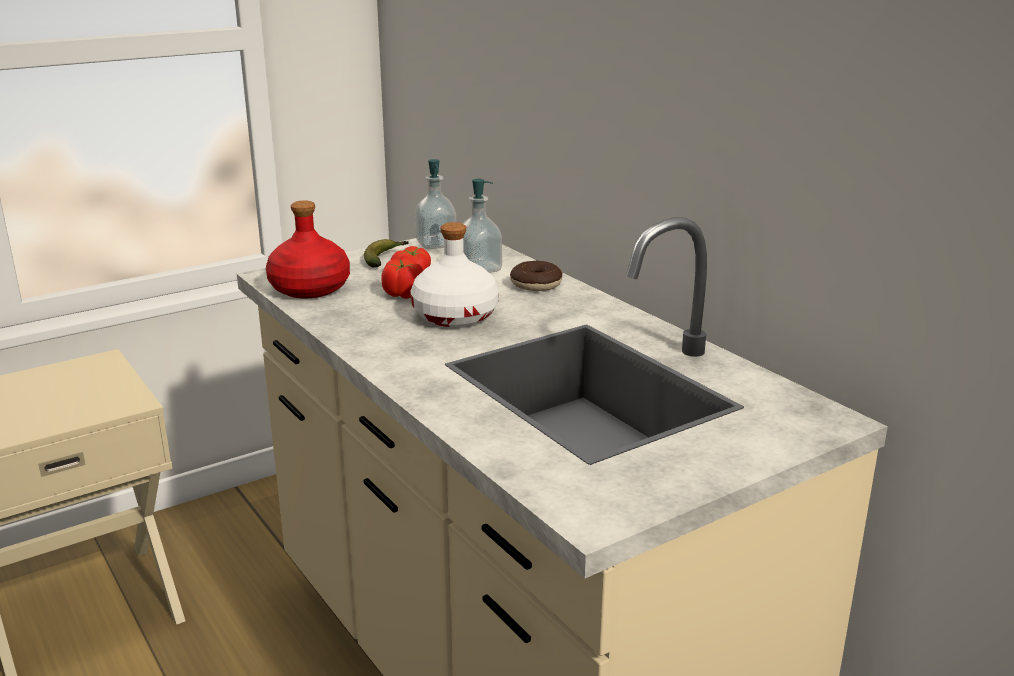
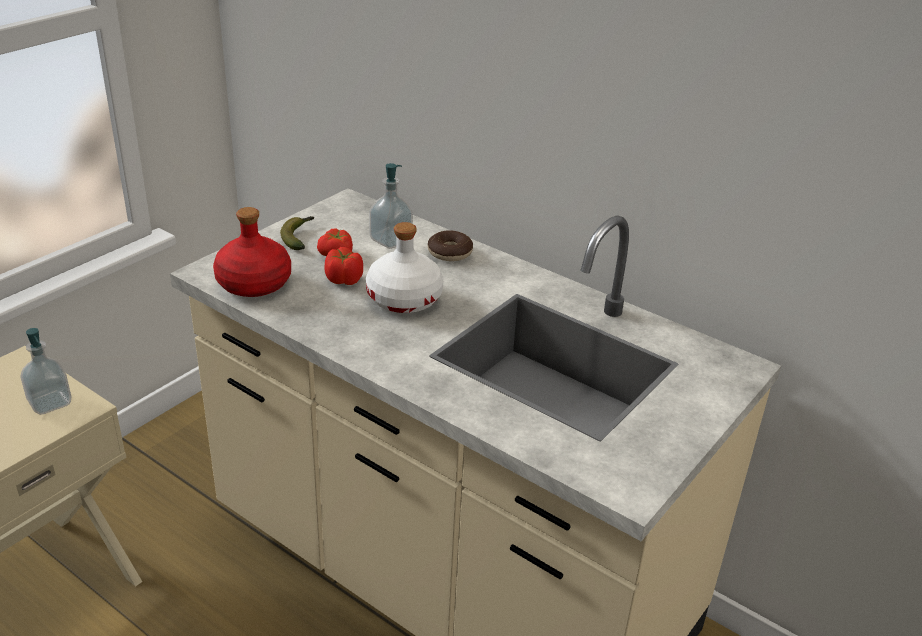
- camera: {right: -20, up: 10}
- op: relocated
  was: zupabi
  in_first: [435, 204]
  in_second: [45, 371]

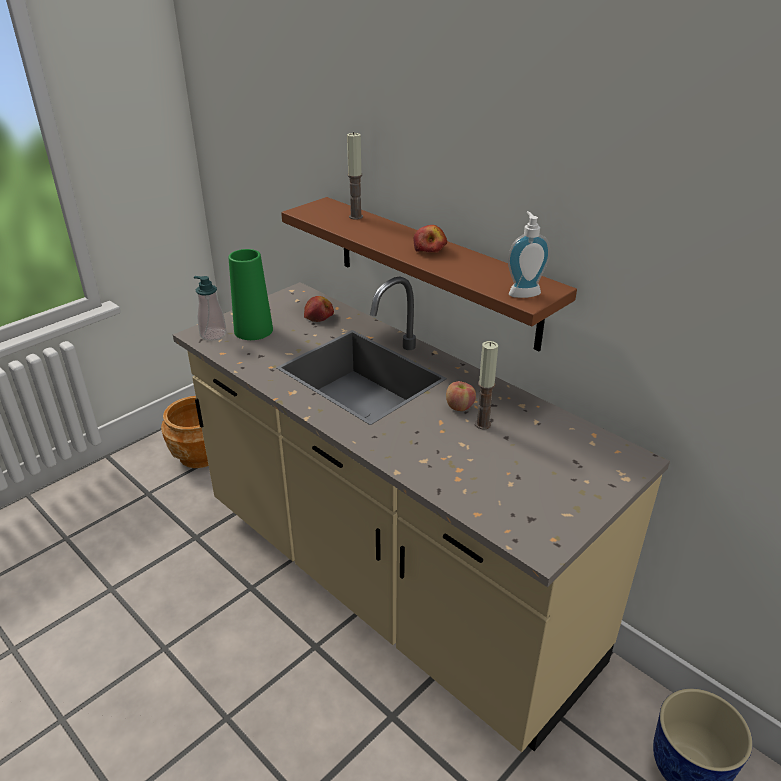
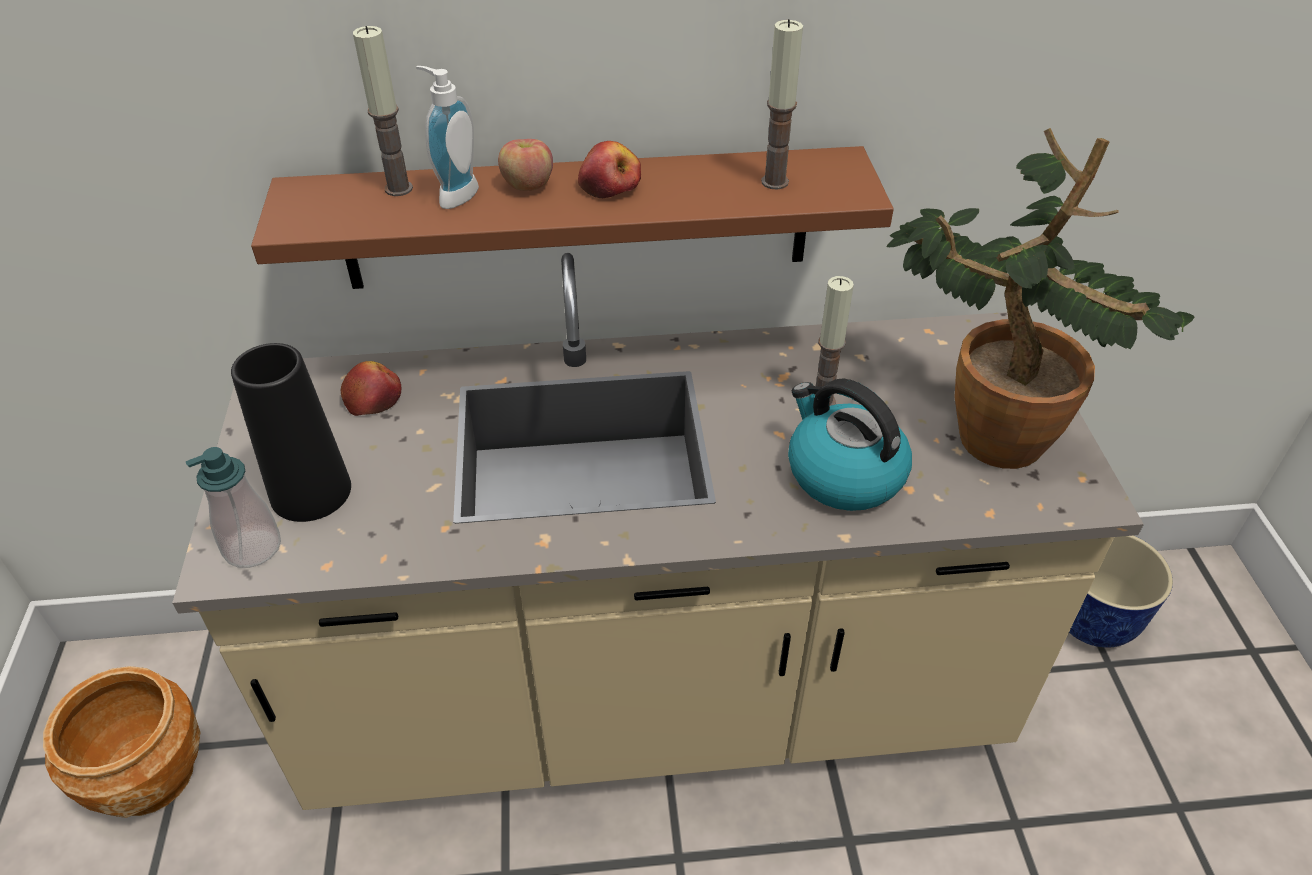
- camera: {right: -50, up: 10}
- op: colour
  was: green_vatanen
  now: black_vatanen
  in_first: [250, 294]
  in_second: [291, 432]
- op: relocated
  was: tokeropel
  in_first: [461, 396]
  in_second: [525, 165]
- op: relocated
  was: zupabi
  in_first: [529, 254]
  in_second: [447, 137]
- op: appeared
  now: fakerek
  in_second: [782, 104]
- op: appeared
  now: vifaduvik
  in_second: [850, 444]
- op: appeared
  now: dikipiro
  in_second: [1040, 298]

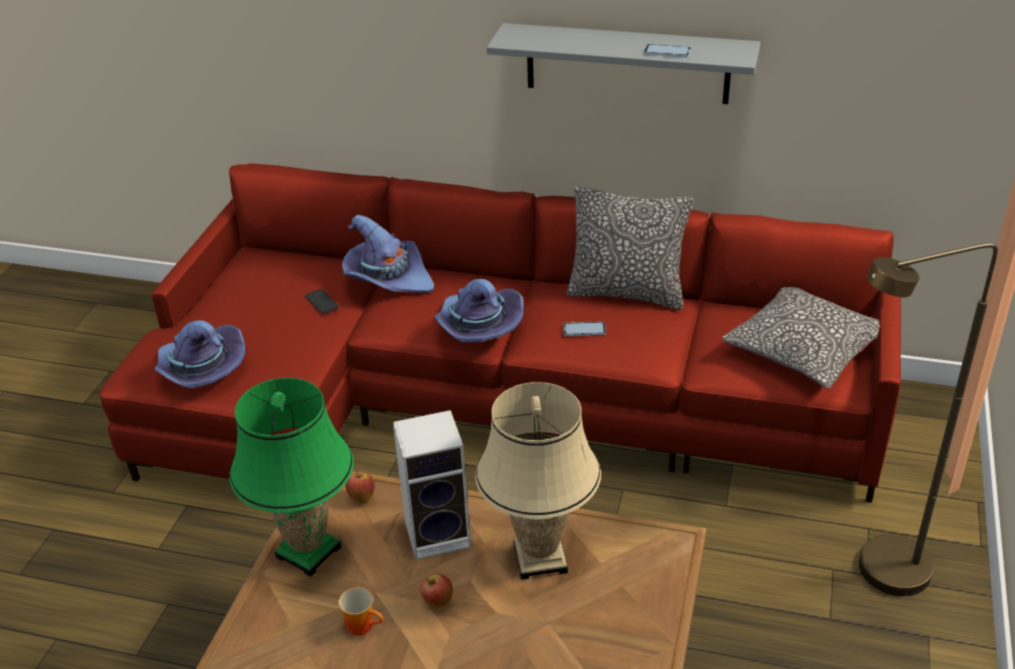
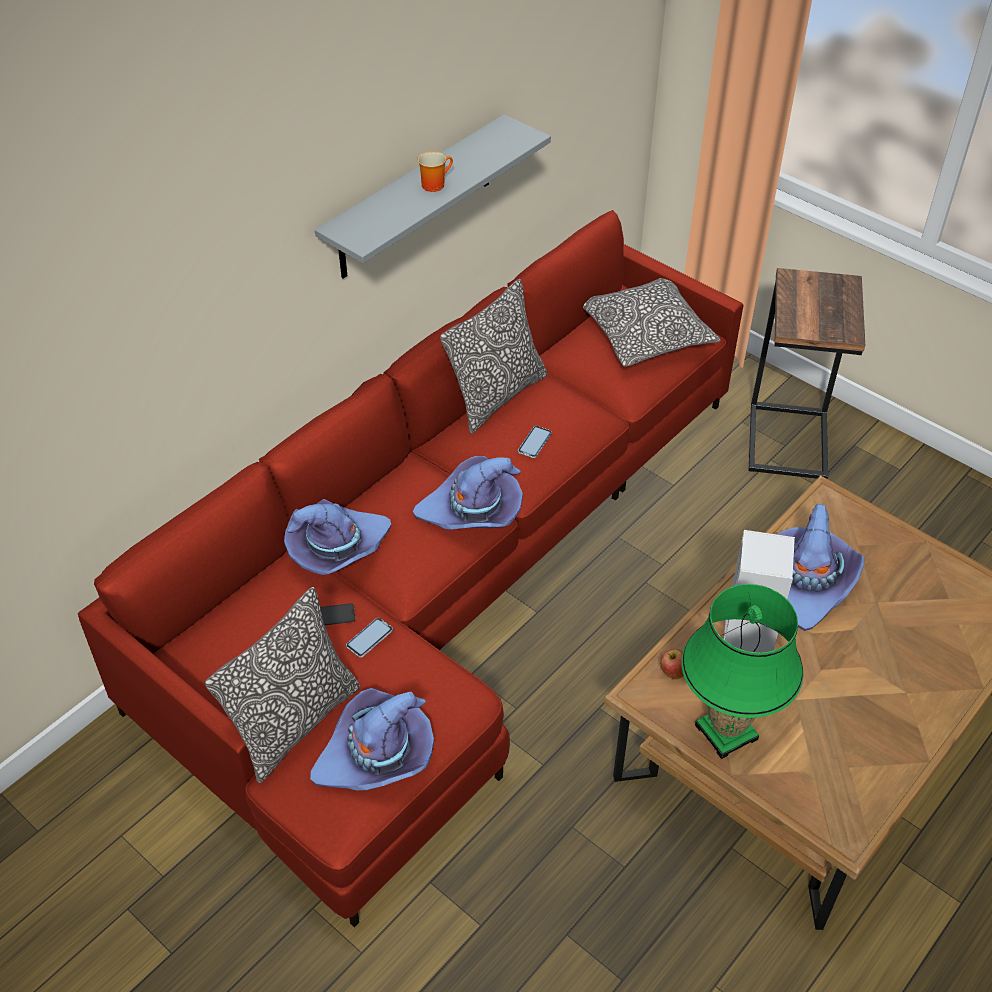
- camera: {right: -65, up: 10}
- op: relocated
  was: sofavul
  in_first: [360, 611]
  in_second: [435, 171]
- op: missing
  was: tokeropel
  in_first: [436, 590]
- op: exchanged
  was: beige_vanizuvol
  now: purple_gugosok
  in_first: [538, 481]
  in_second: [820, 567]
- op: relocated
  was: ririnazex
  in_first: [667, 50]
  in_second: [369, 637]
- op: exchanged
  was: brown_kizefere
  now: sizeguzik
  in_first: [928, 419]
  in_second: [807, 373]
- op: appeared
  now: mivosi
  in_second: [282, 685]

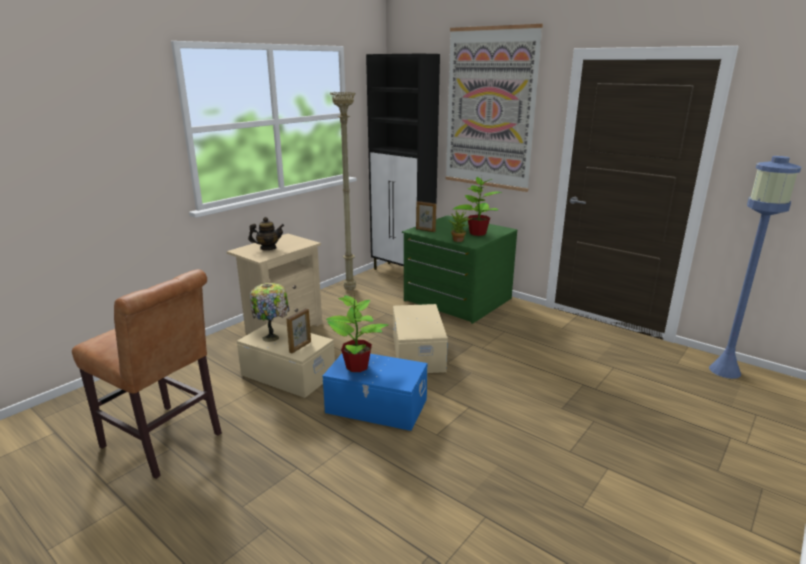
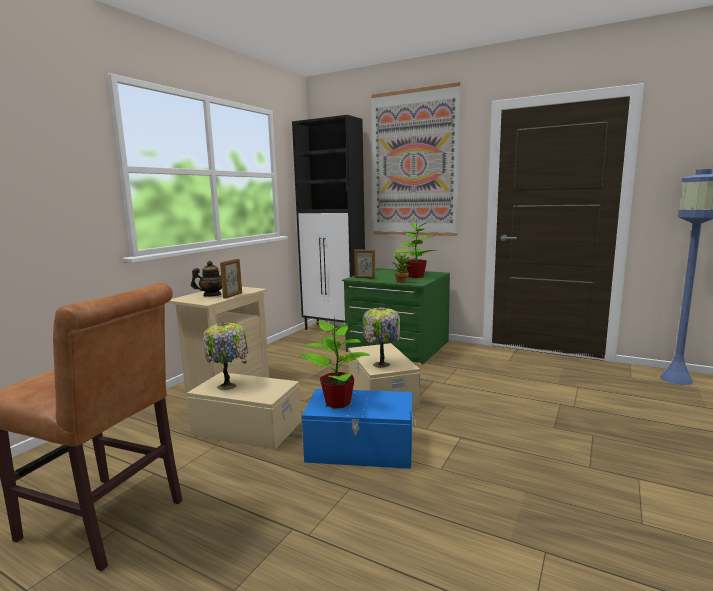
- camera: {right: -10, up: -10}
- op: relocated
  was: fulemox
  in_first: [298, 330]
  in_second: [231, 278]
- op: missing
  was: beige_kizefere
  in_first: [343, 191]
- op: appeared
  now: vanizuvol
  in_second: [381, 337]

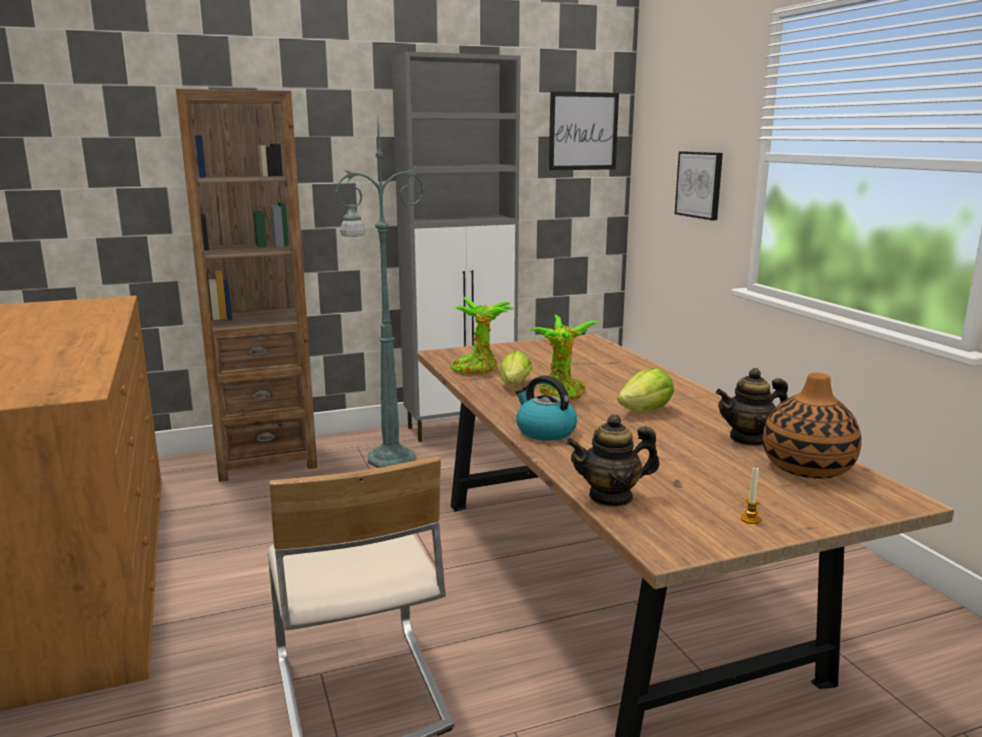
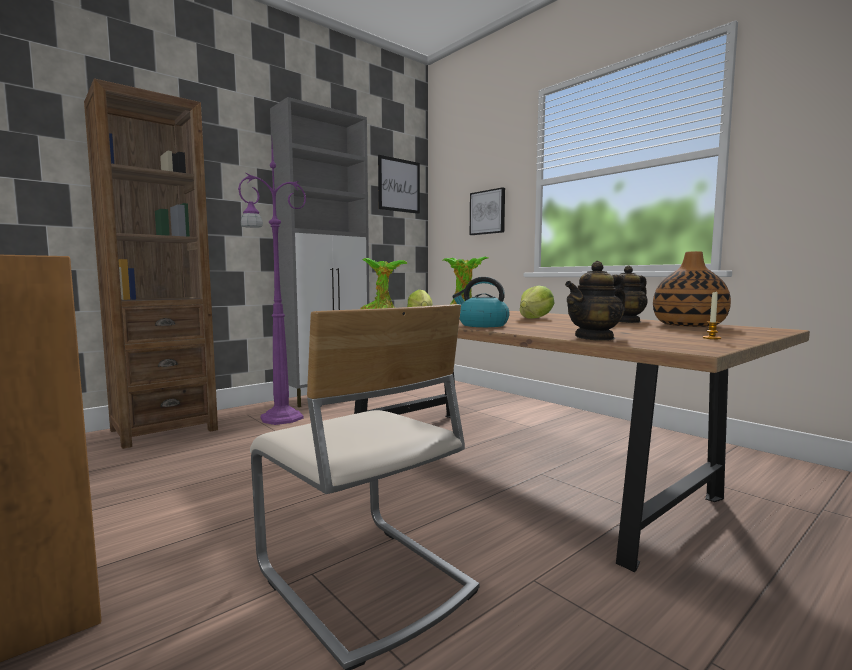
- camera: {right: -20, up: -10}
- op: colour
  was: green_kizefere
  now: purple_kizefere
  in_first: [379, 295]
  in_second: [272, 284]

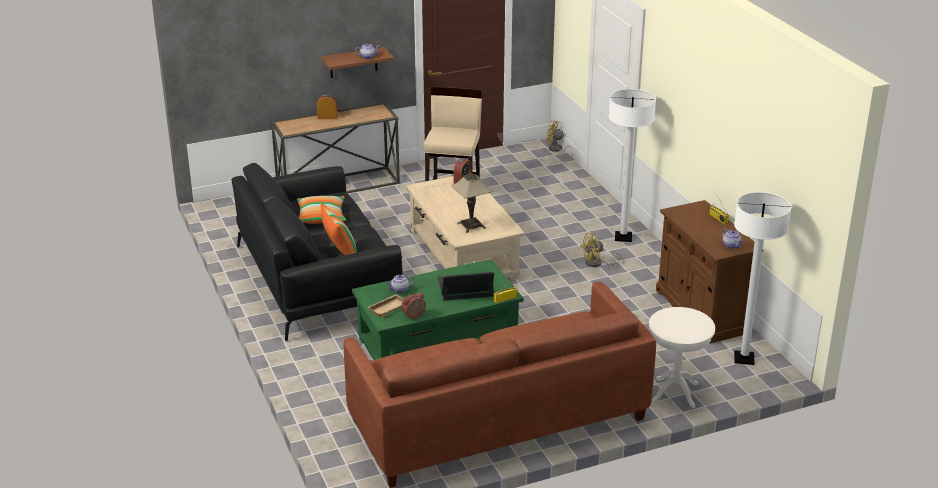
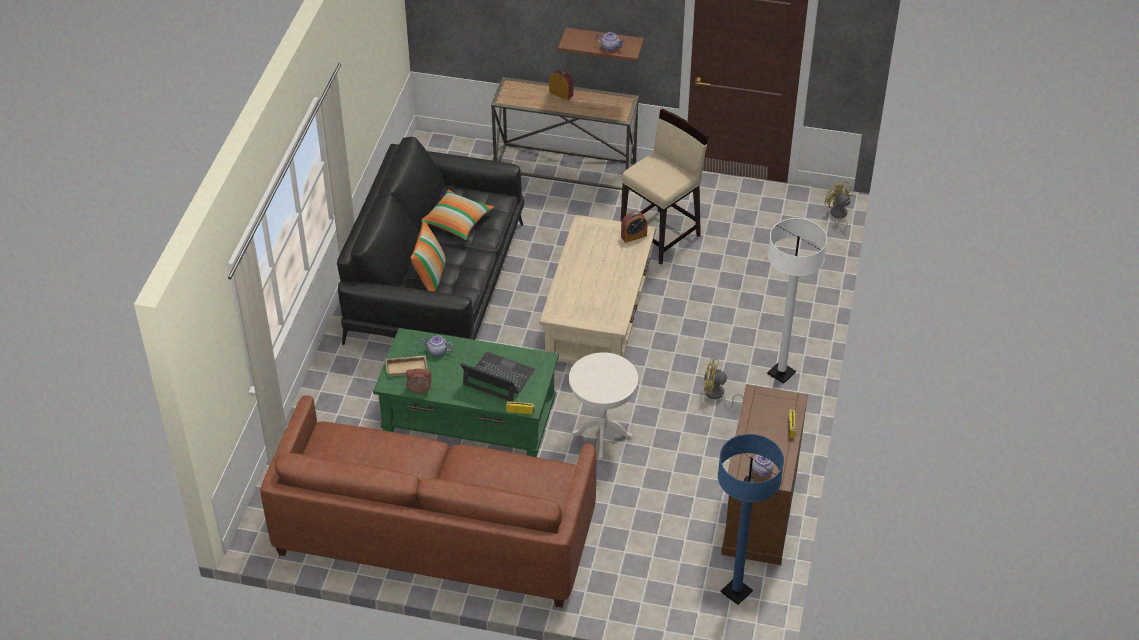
- camera: {right: 35, up: 15}
- op: missing
  was: vanizuvol
  in_first: [472, 203]
- op: relocated
  was: white_sizeguzik
  in_first: [682, 357]
  in_second: [603, 405]
- op: colour
  was: white_kizefere
  now: blue_kizefere
  in_first: [762, 278]
  in_second: [751, 519]

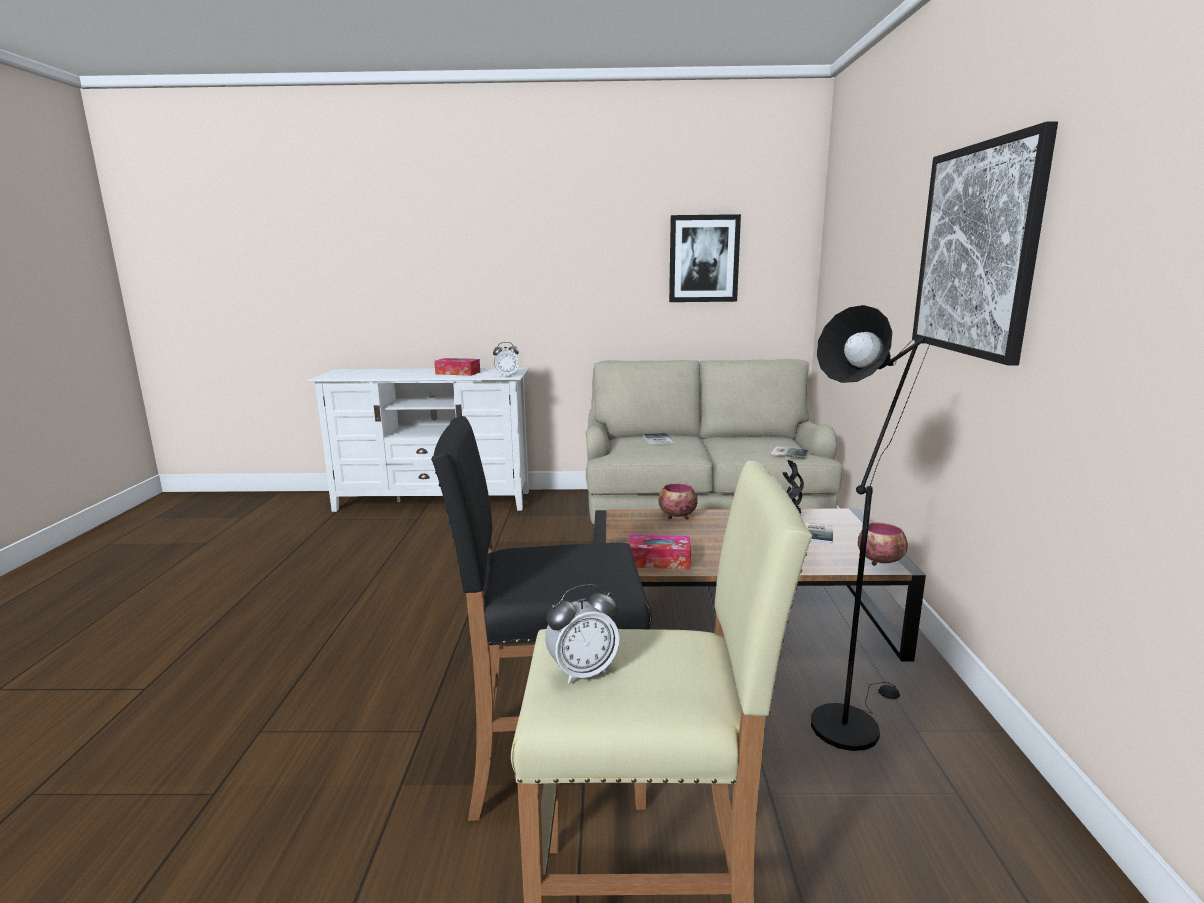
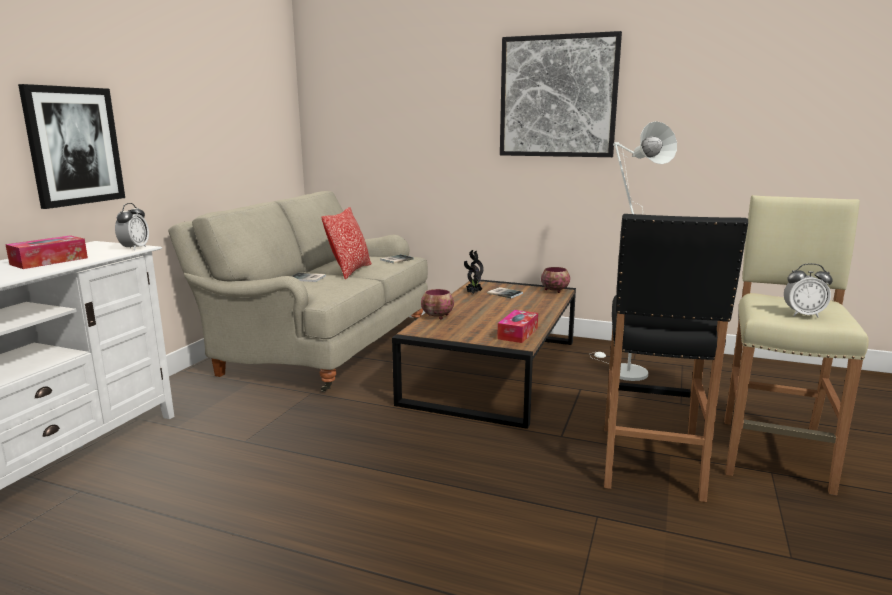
- camera: {right: -70, up: 0}
- op: spun
  was: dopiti
  in_first: [582, 634]
  in_second: [808, 290]
  clockwise: 105
- op: relocated
  was: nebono
  in_first: [705, 258]
  in_second: [71, 146]
- op: colour
  was: black_kizefere
  now: white_kizefere
  in_first: [870, 528]
  in_second: [633, 251]
- op: appeared
  now: mivosi
  in_second: [347, 243]

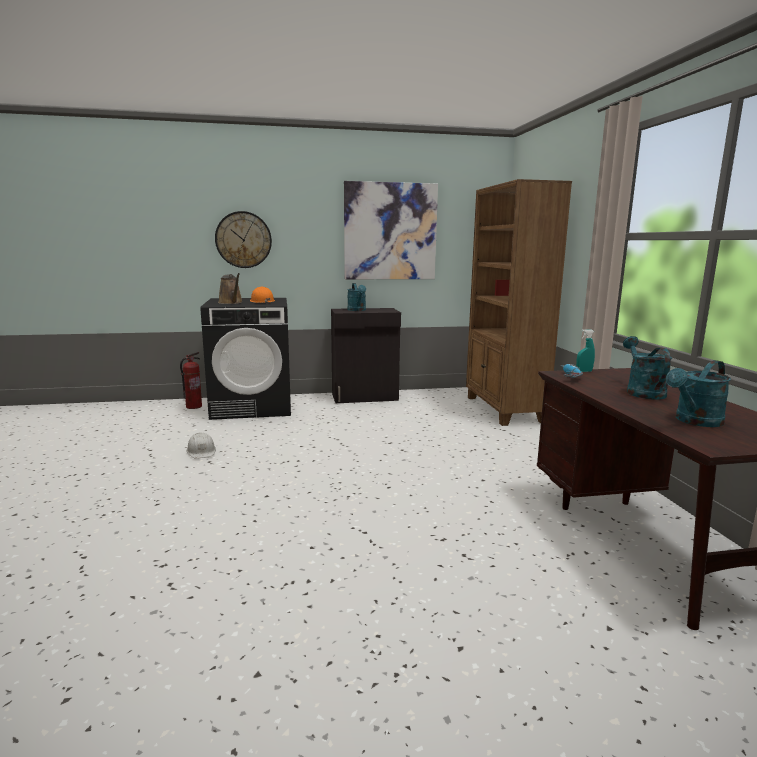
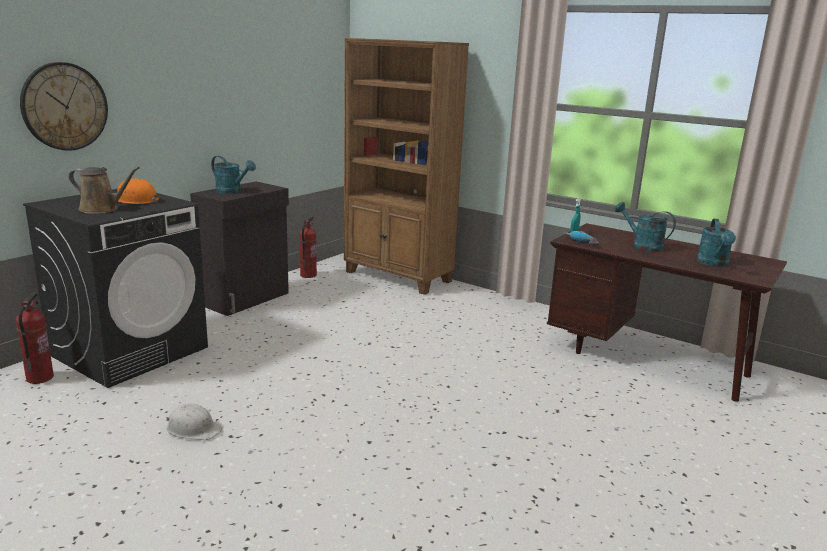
- camera: {right: -45, up: 5}
- op: missing
  was: nebono
  in_first: [391, 230]
- op: appeared
  now: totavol
  in_second: [308, 247]

